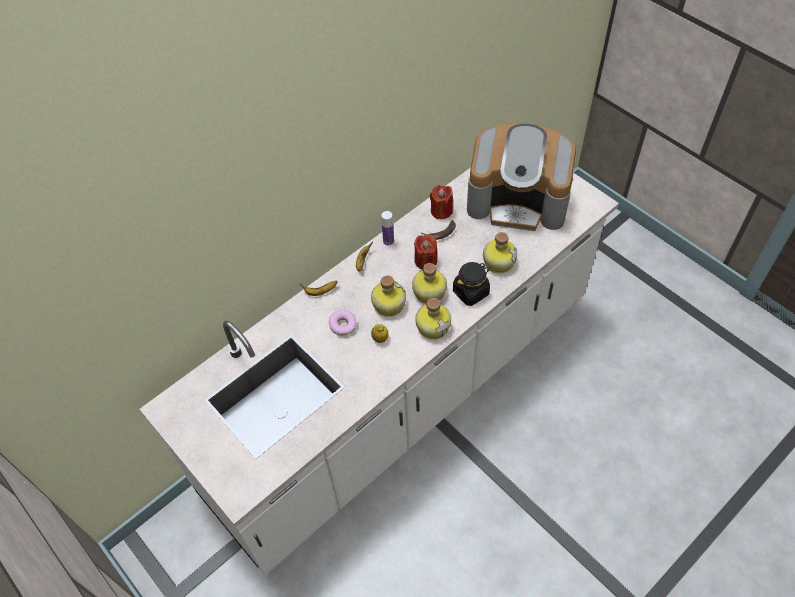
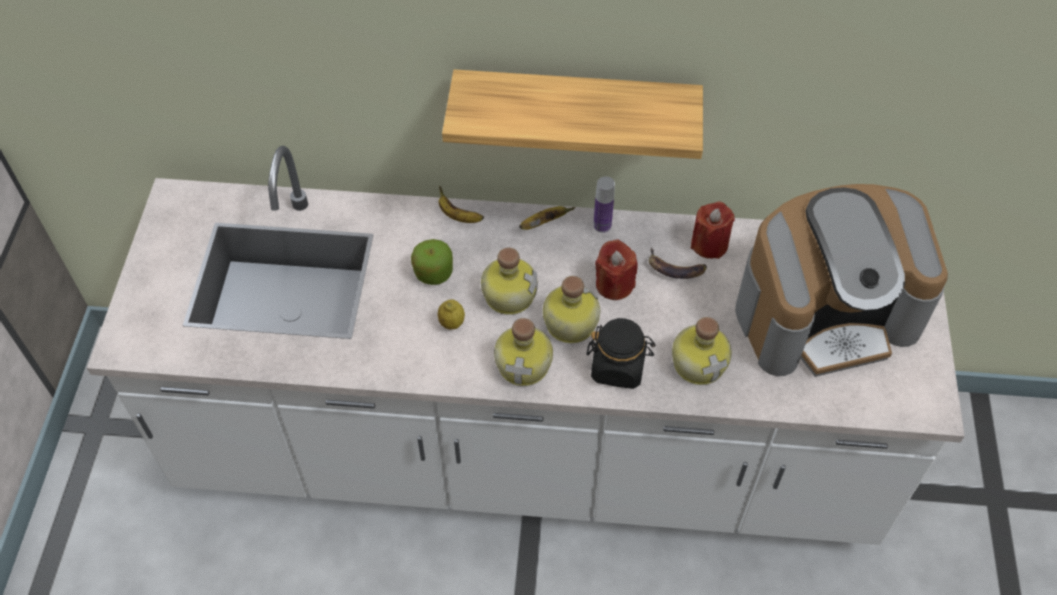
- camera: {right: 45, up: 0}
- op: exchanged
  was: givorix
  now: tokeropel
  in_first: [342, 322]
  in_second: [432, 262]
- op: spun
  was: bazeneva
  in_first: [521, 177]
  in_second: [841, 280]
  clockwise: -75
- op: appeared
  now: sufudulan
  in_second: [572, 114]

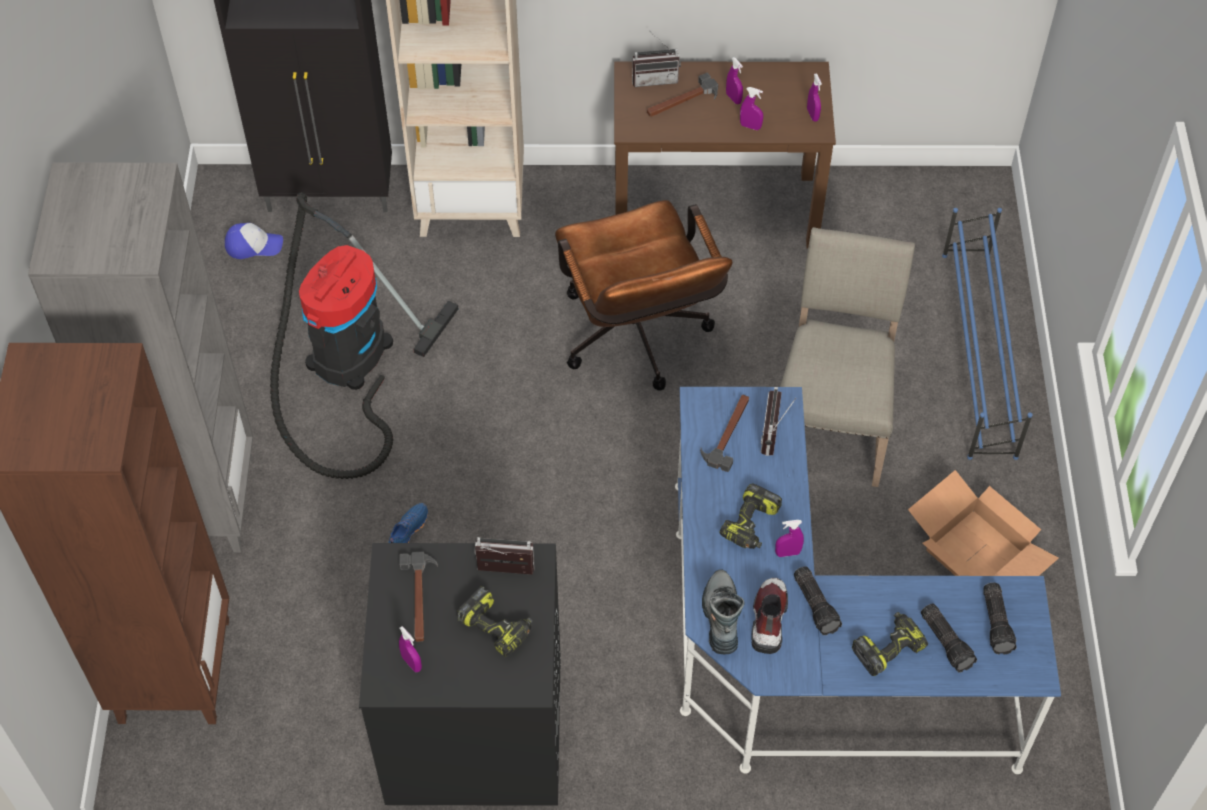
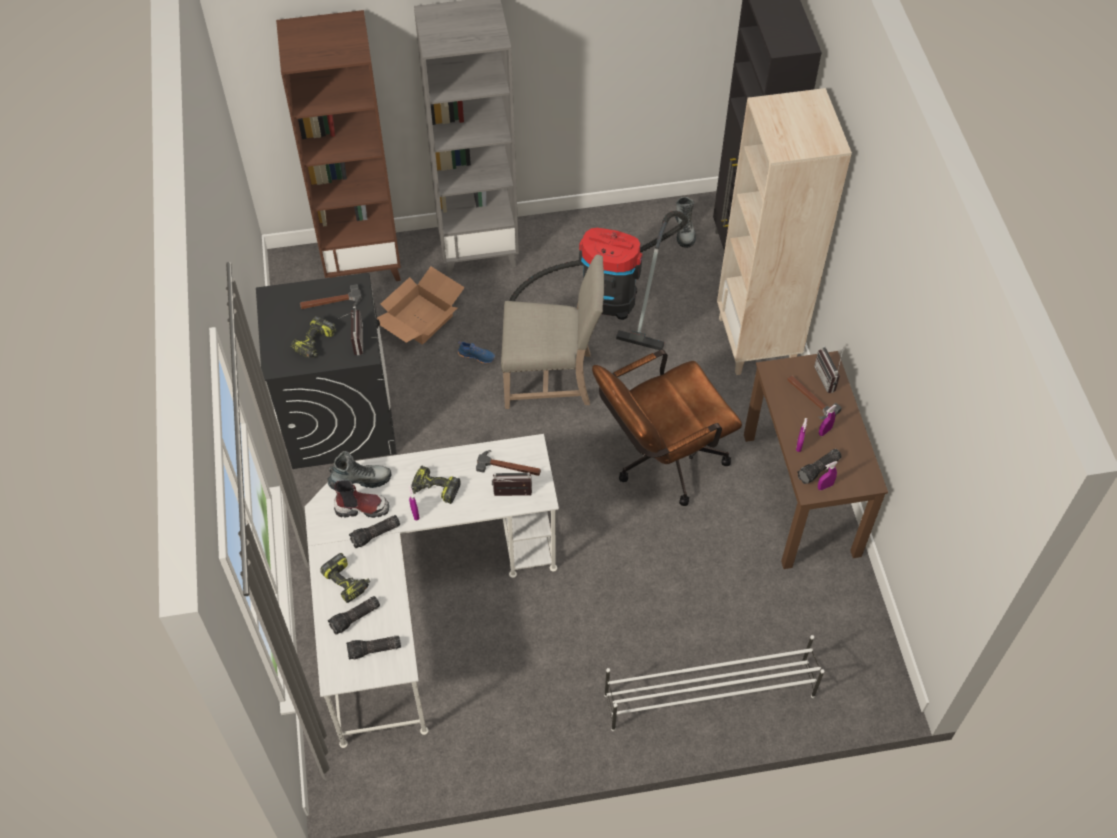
- camera: {right: 80, up: 0}
- op: exchanged
  was: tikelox
  now: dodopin
  in_first: [254, 241]
  in_second: [685, 222]
- op: missing
  was: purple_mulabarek
  in_first: [410, 649]
- op: colour
  was: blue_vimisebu
  now: white_vimisebu
  in_first: [868, 580]
  in_second: [432, 591]
- op: relocated
  was: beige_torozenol
  in_first: [847, 357]
  in_second: [552, 332]
- op: relocated
  was: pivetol
  in_first: [983, 523]
  in_second: [421, 305]
- op: colour
  was: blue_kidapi
  now: white_kidapi
  in_first: [987, 334]
  in_second: [714, 683]
- op: appeared
  now: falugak
  in_second: [819, 466]

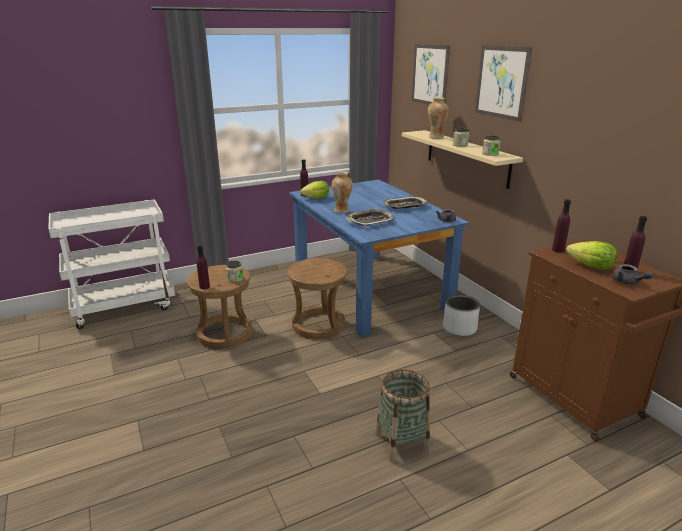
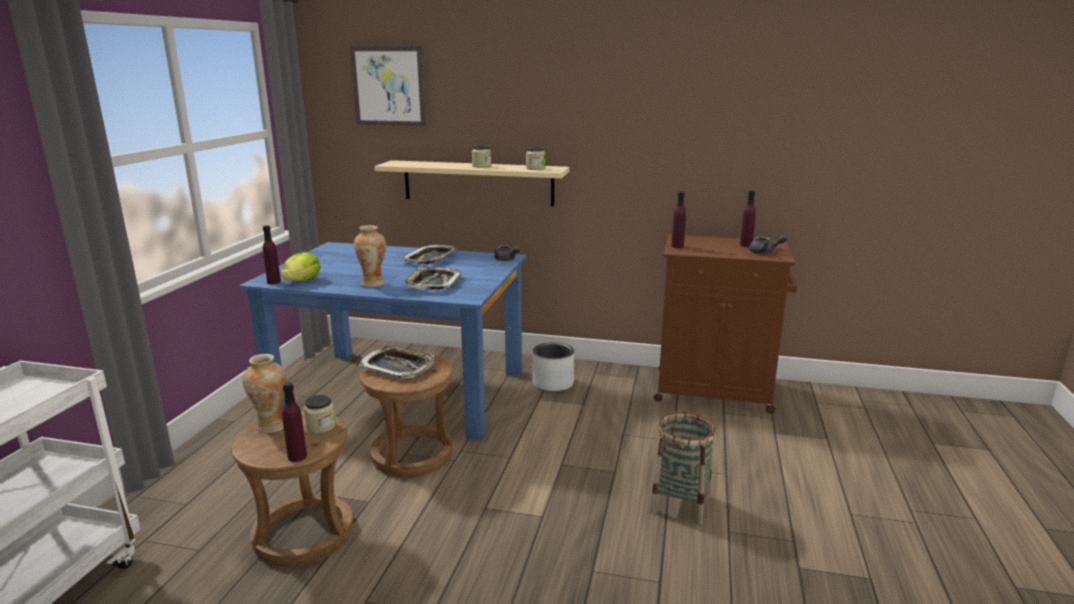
- camera: {right: -50, up: -5}
- op: relocated
  was: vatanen
  in_first: [438, 118]
  in_second: [264, 393]
- op: missing
  was: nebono
  in_first: [503, 83]
- op: missing
  was: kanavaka
  in_first: [591, 255]
- op: appeared
  now: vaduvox
  in_second: [396, 362]

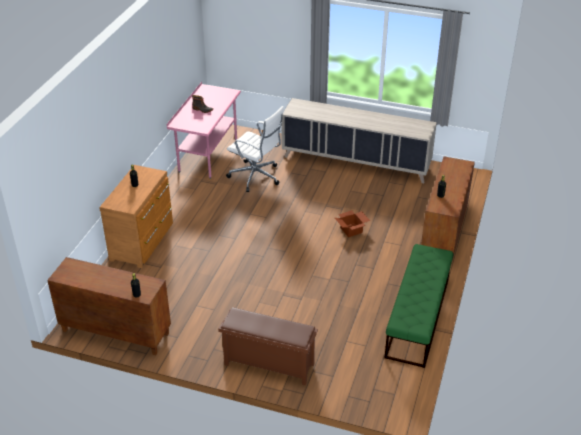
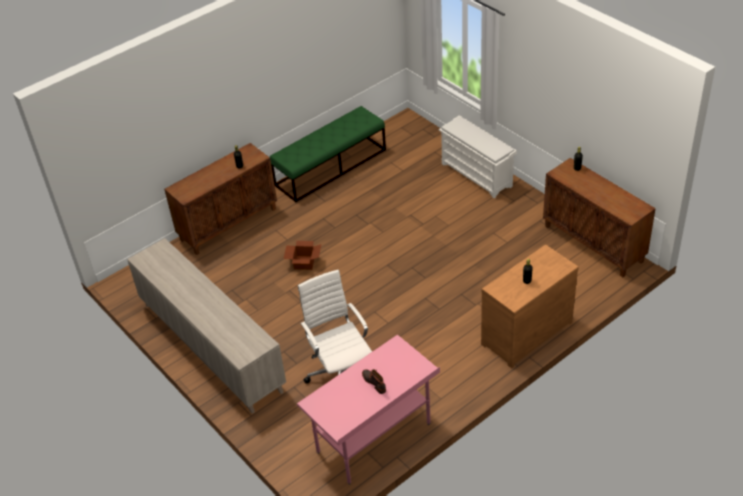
- camera: {right: -145, up: 5}
- op: colour
  was: brown_kidapi
  now: white_kidapi
  in_first: [268, 346]
  in_second: [478, 156]

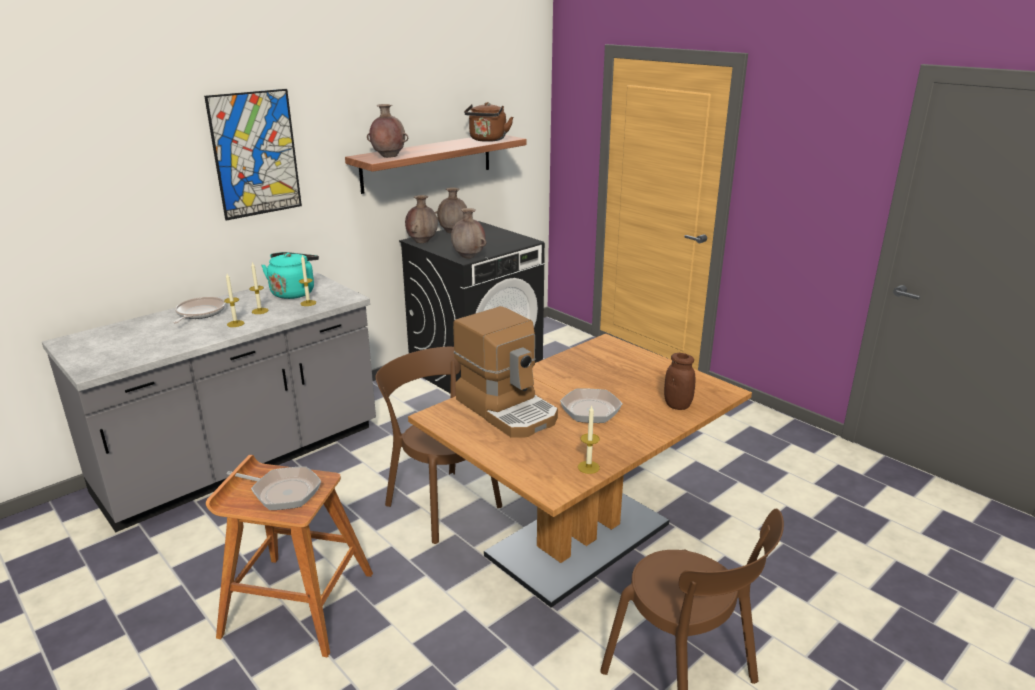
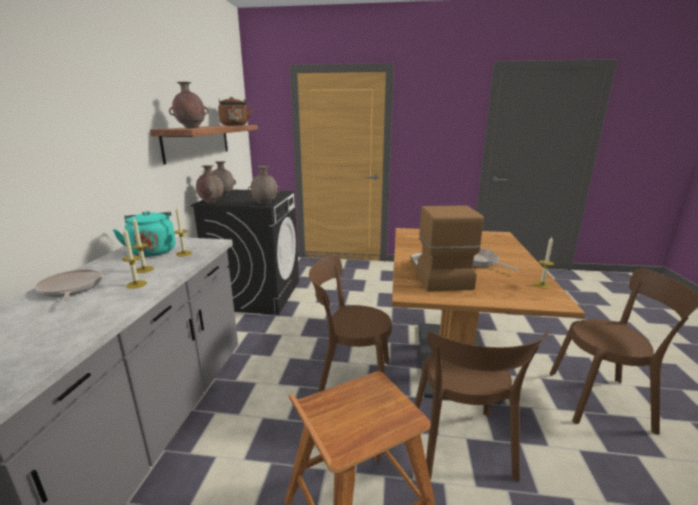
- camera: {right: -40, up: -5}
- op: missing
  was: nebono
  in_first: [253, 154]
- op: missing
  was: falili
  in_first: [273, 488]
- op: spun
  was: bazeneva
  in_first: [505, 372]
  in_second: [446, 248]
  clockwise: -105
- op: missing
  was: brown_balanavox
  in_first: [679, 381]
- op: appeared
  now: brown_torozenol
  in_second: [481, 406]

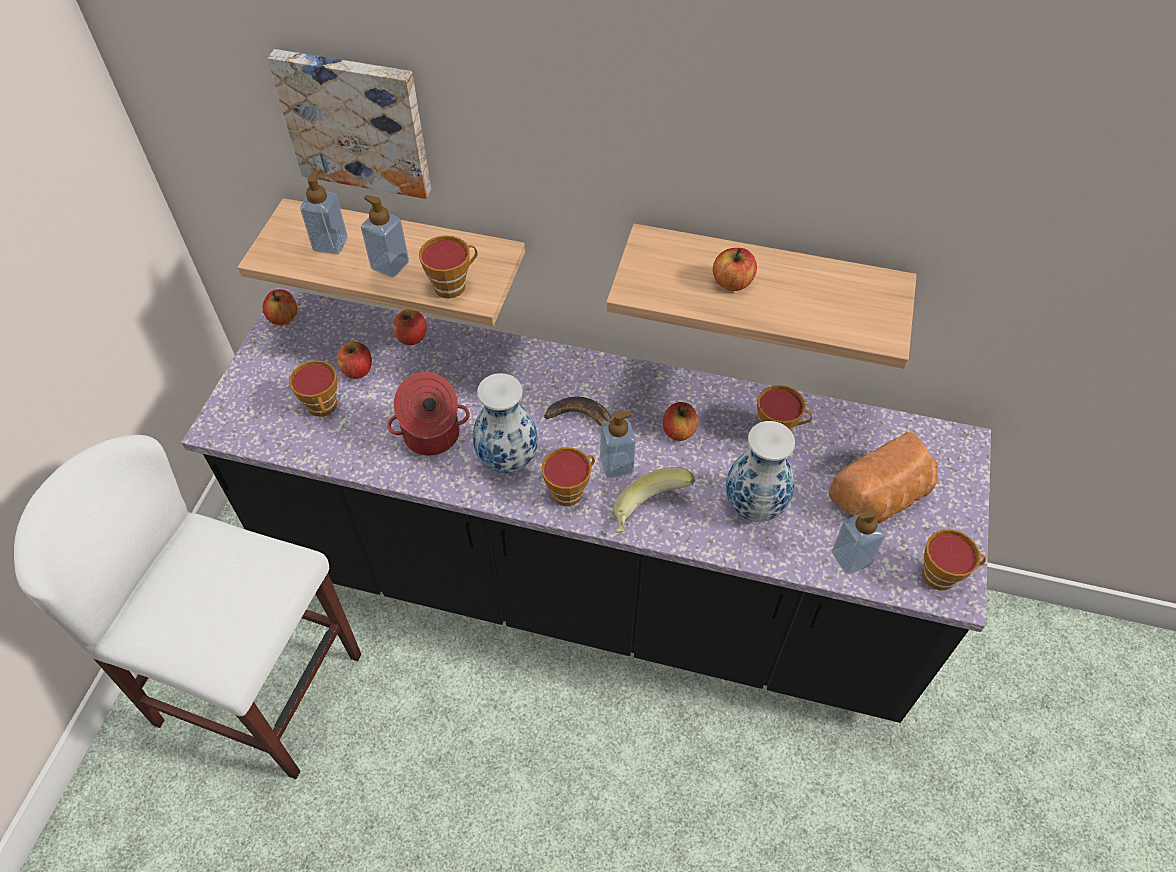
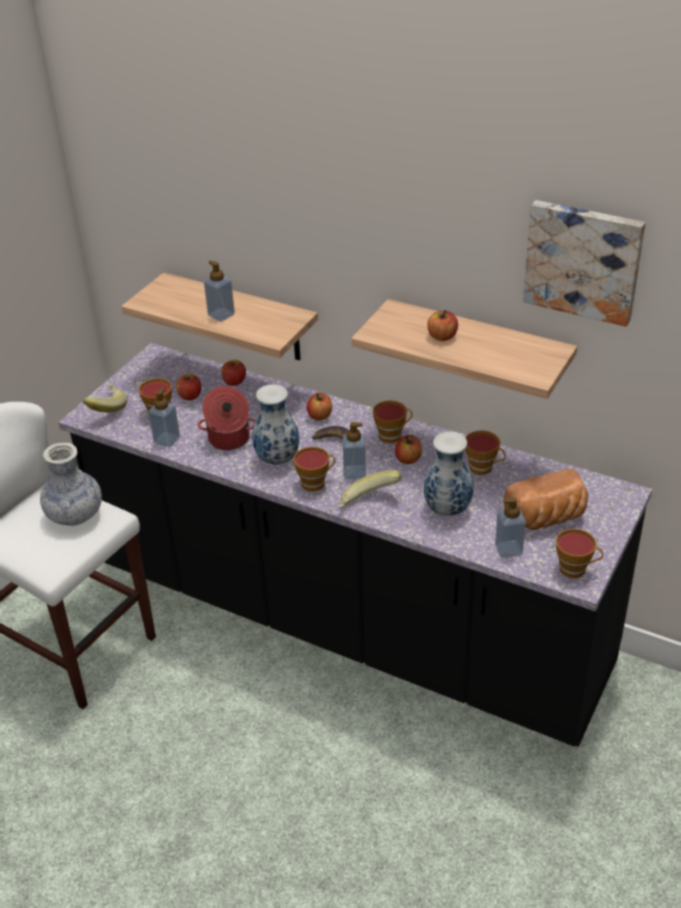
- camera: {right: 15, up: -15}
- op: relocated
  was: tokeropel
  in_first: [280, 307]
  in_second: [319, 407]
- op: relocated
  was: nebono
  in_first: [349, 124]
  in_second: [584, 263]
- op: relocated
  was: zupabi
  in_first: [324, 212]
  in_second: [164, 417]
- op: relocated
  was: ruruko
  in_first: [448, 267]
  in_second: [393, 422]
- op: appeared
  now: vatanen
  in_second: [71, 484]
- op: appeared
  now: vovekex
  in_second: [105, 398]

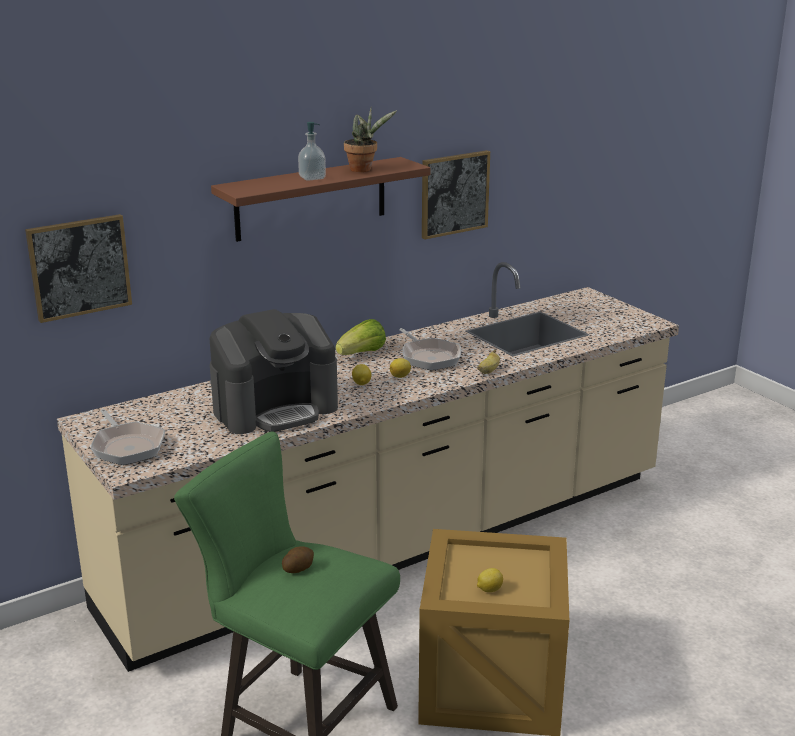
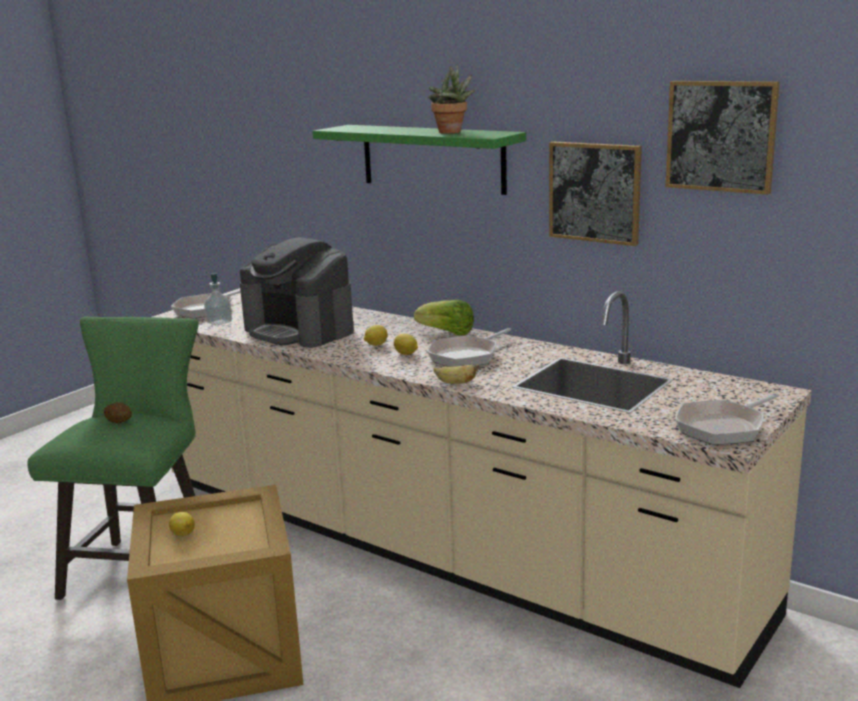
- camera: {right: 70, up: -5}
- op: relocated
  was: nebono
  in_first: [78, 268]
  in_second: [723, 138]
- op: colour
  was: brown_sufudulan
  now: green_sufudulan
  in_first: [320, 199]
  in_second: [419, 160]
- op: relocated
  was: zupabi
  in_first: [312, 151]
  in_second: [218, 299]
- op: appeared
  now: falili
  in_second: [727, 419]

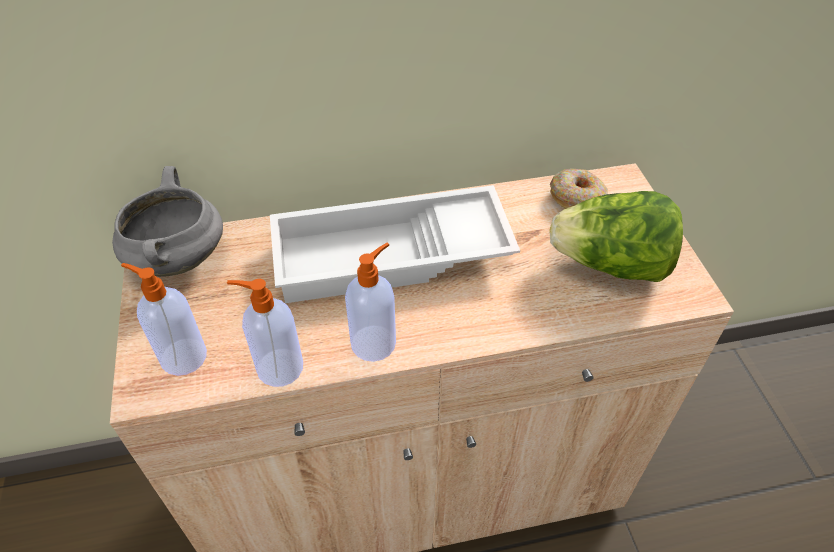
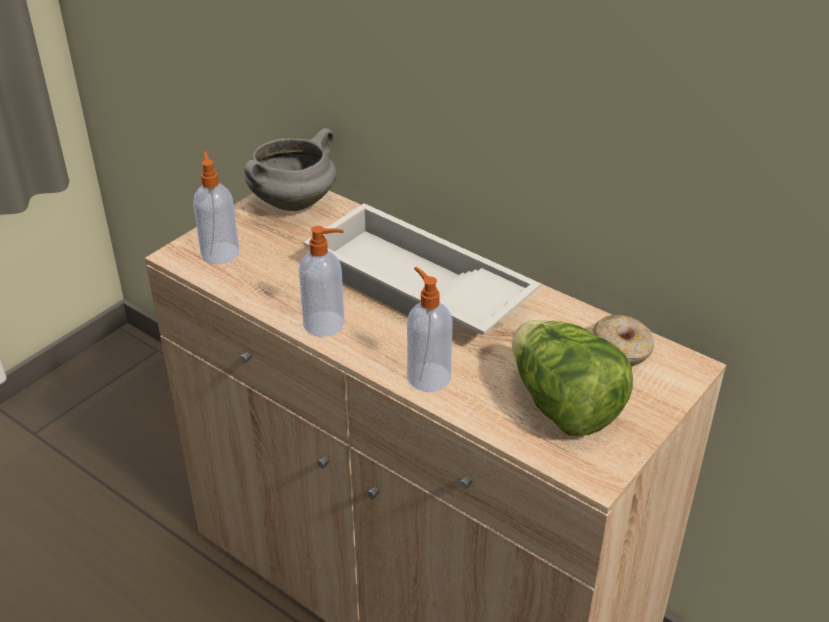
- camera: {right: 50, up: -10}
- op: relocated
  was: zupabi
  in_first: [265, 333]
  in_second: [429, 329]

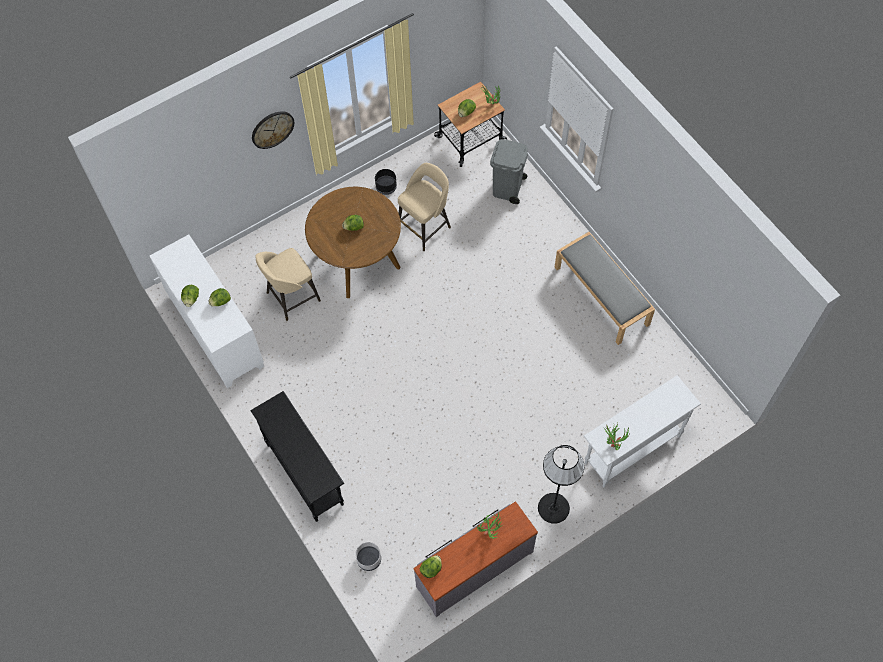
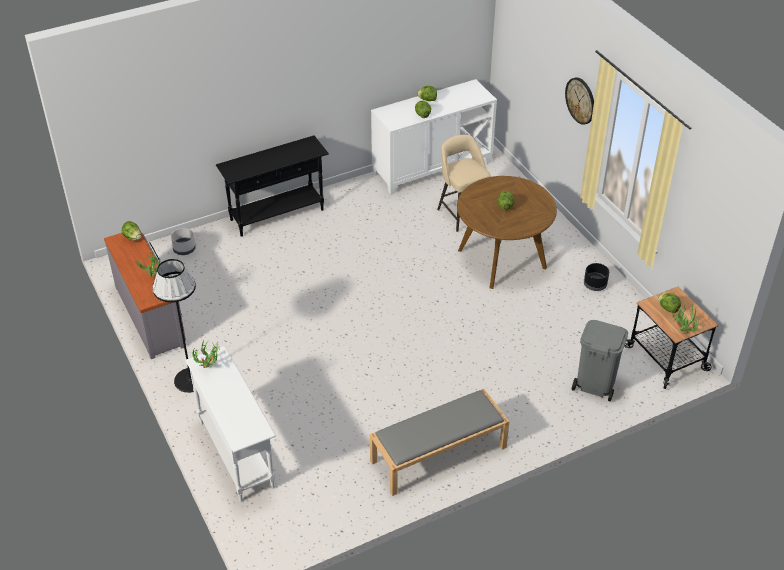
- camera: {right: 95, up: -20}
- op: missing
  was: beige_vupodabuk
  in_first: [424, 207]

